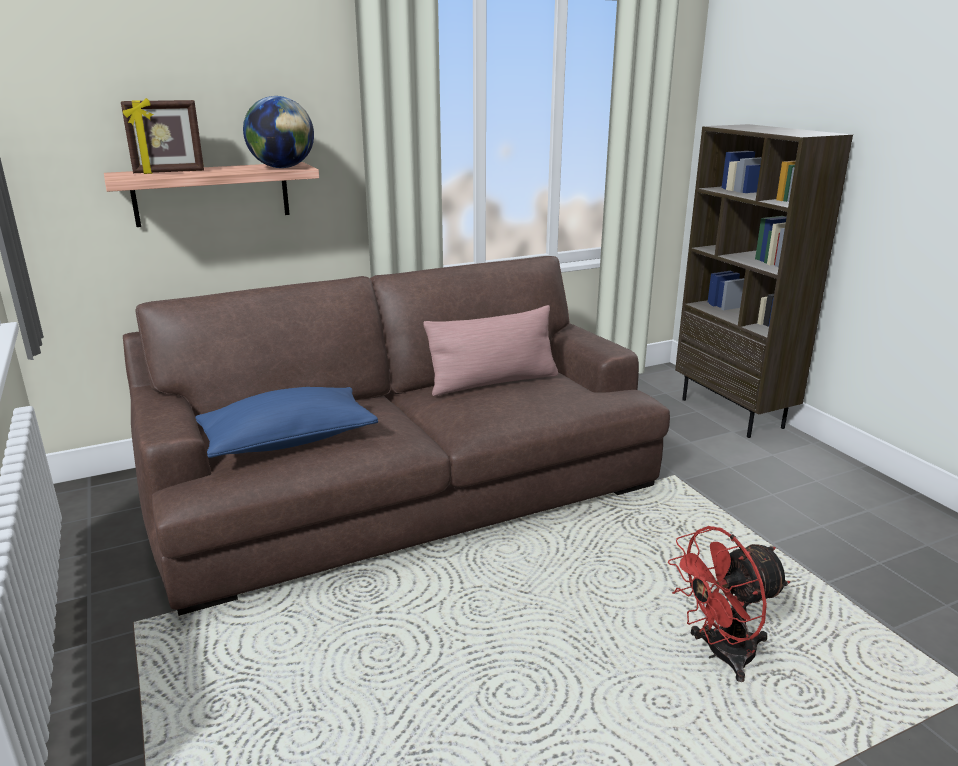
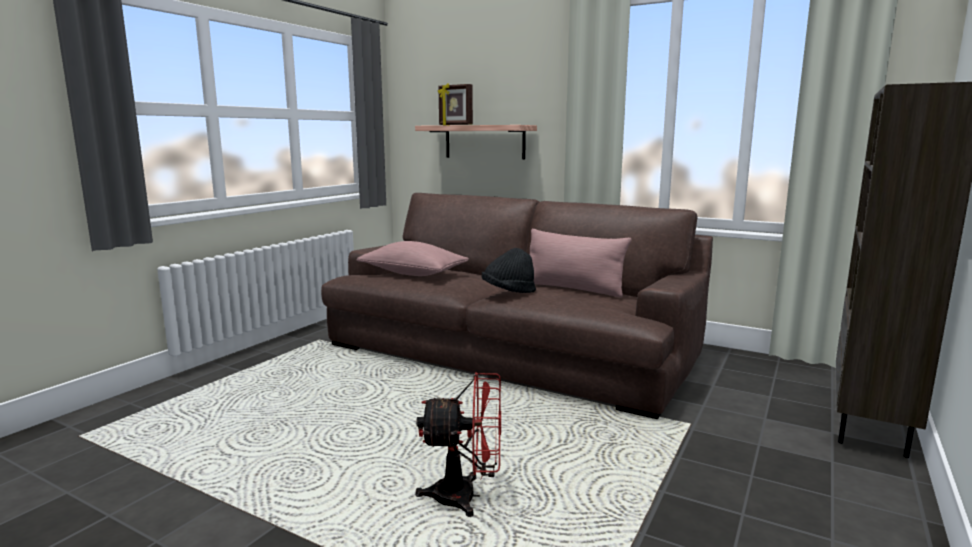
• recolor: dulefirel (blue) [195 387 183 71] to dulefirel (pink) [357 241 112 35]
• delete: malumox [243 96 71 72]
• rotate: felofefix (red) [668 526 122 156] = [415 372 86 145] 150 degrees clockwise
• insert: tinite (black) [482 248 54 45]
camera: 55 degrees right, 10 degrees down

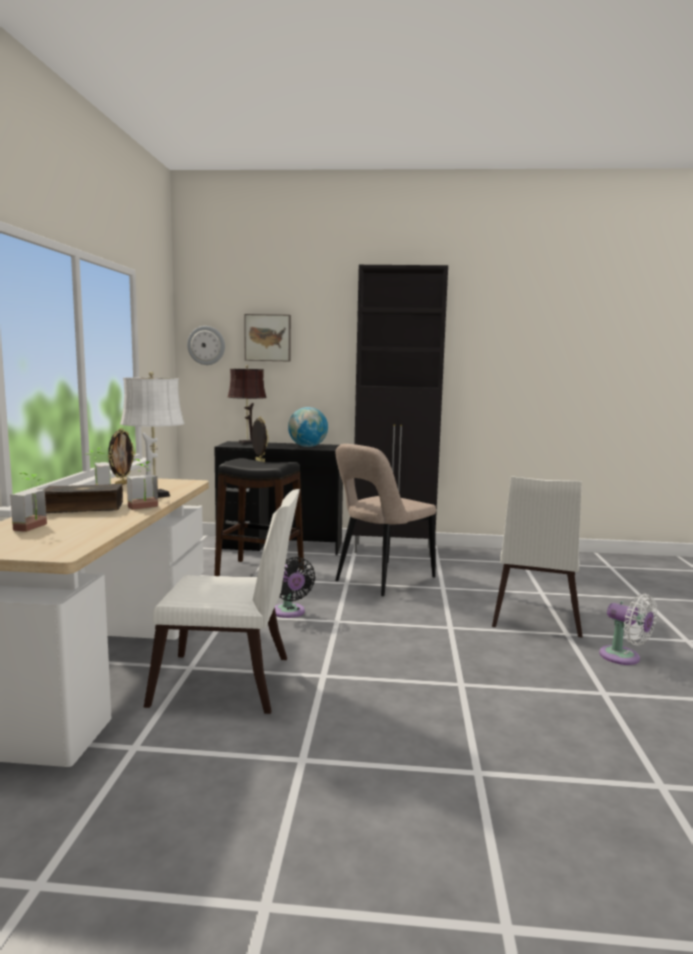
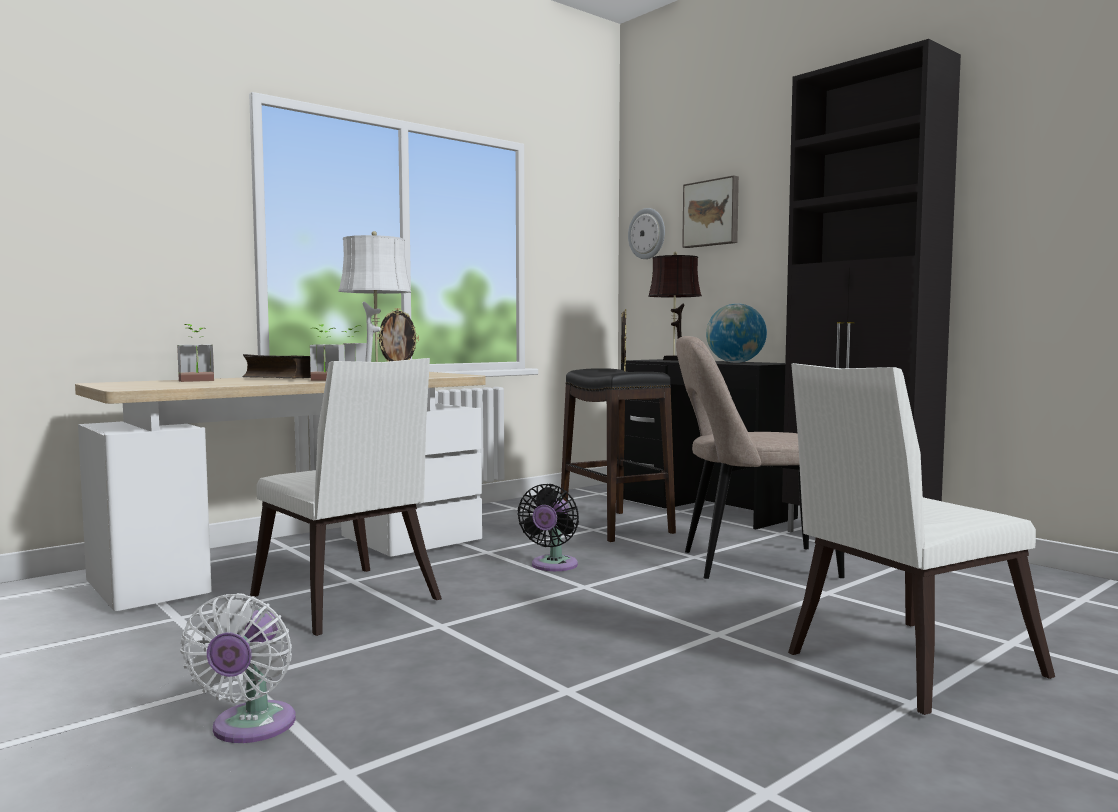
• move: felofefix (white) [599 594 58 71] to [180 593 116 150]
camera: 45 degrees right, 5 degrees down

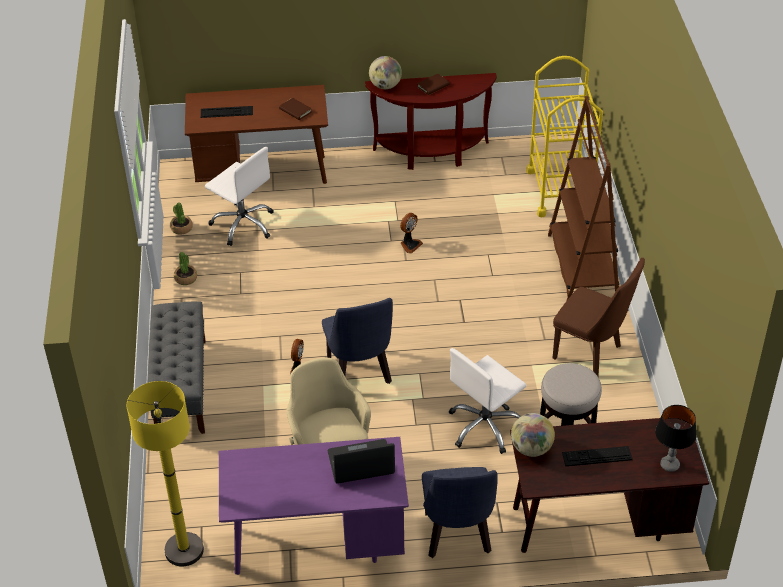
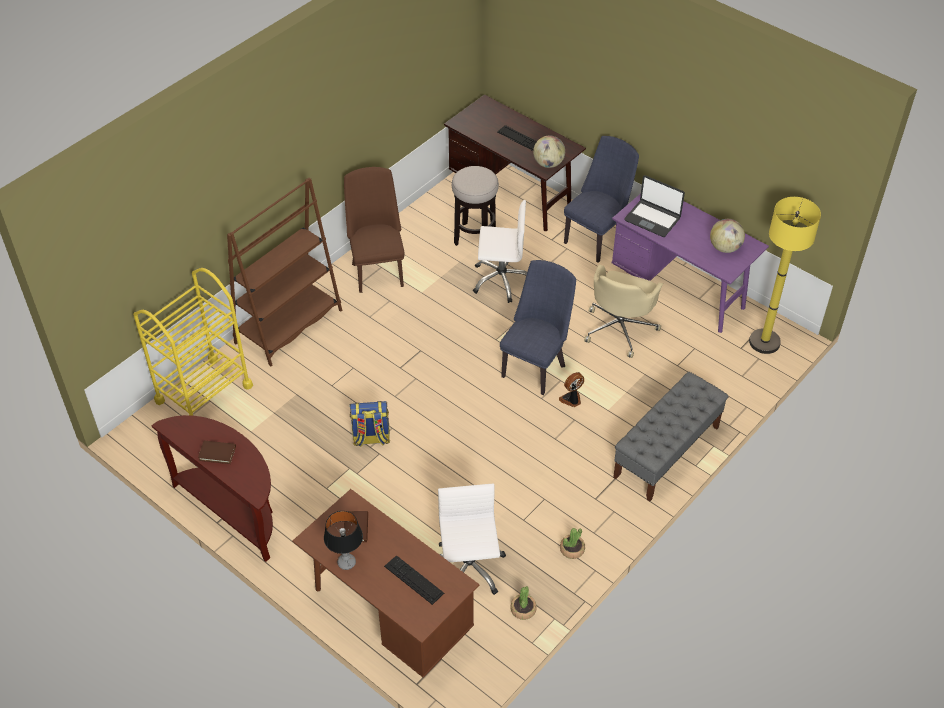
• move: malumox [369 56 33 33] to [710 219 35 34]
• replace: felofefix [400 213 23 41] to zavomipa [350 401 40 46]
• move: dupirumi [655 405 42 67] to [324 511 39 59]
camera: 135 degrees left, 5 degrees up

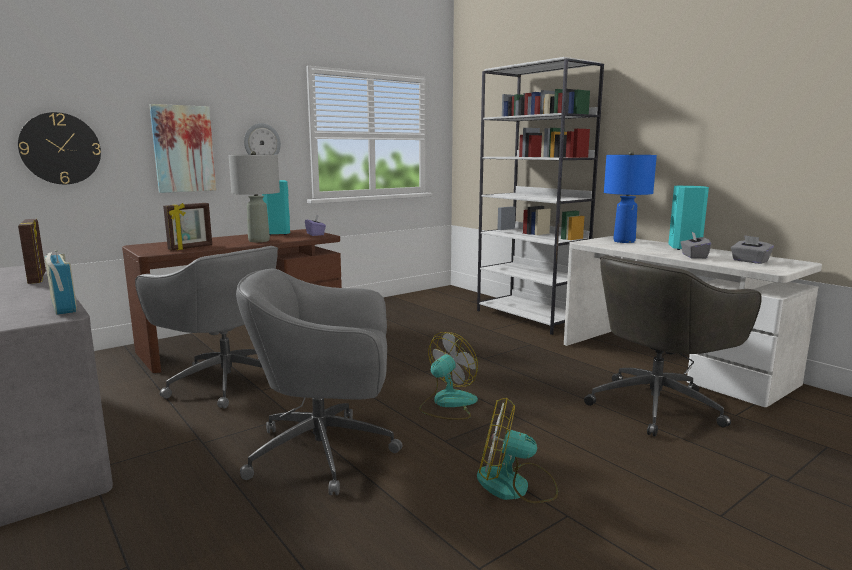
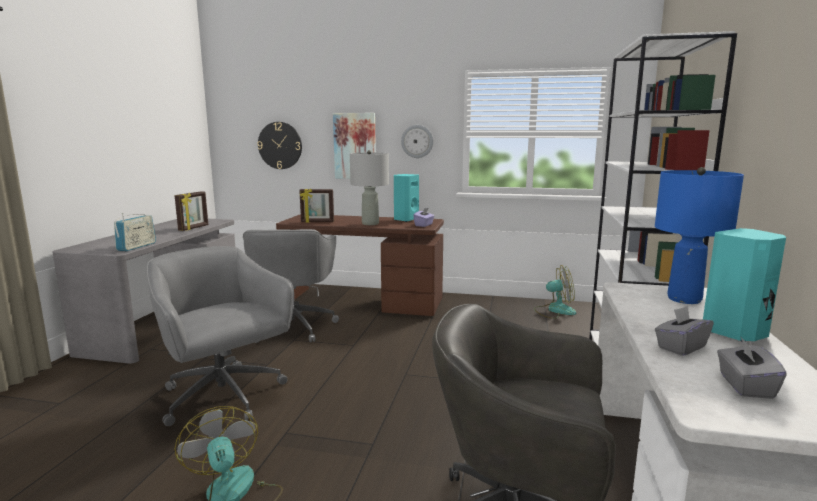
• move: felofefix [419 332 59 88] to [534 265 43 54]
camera: 50 degrees right, 0 degrees up

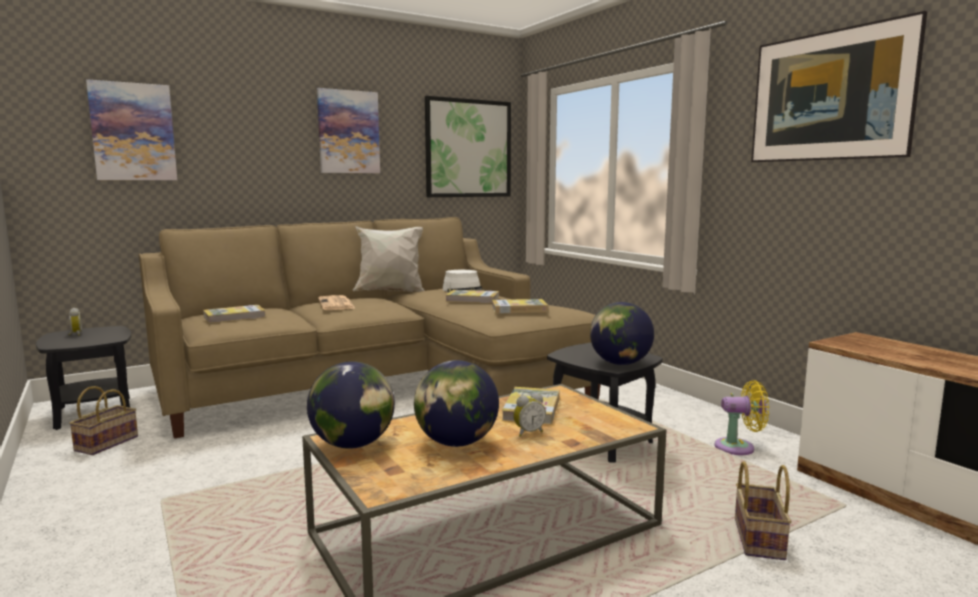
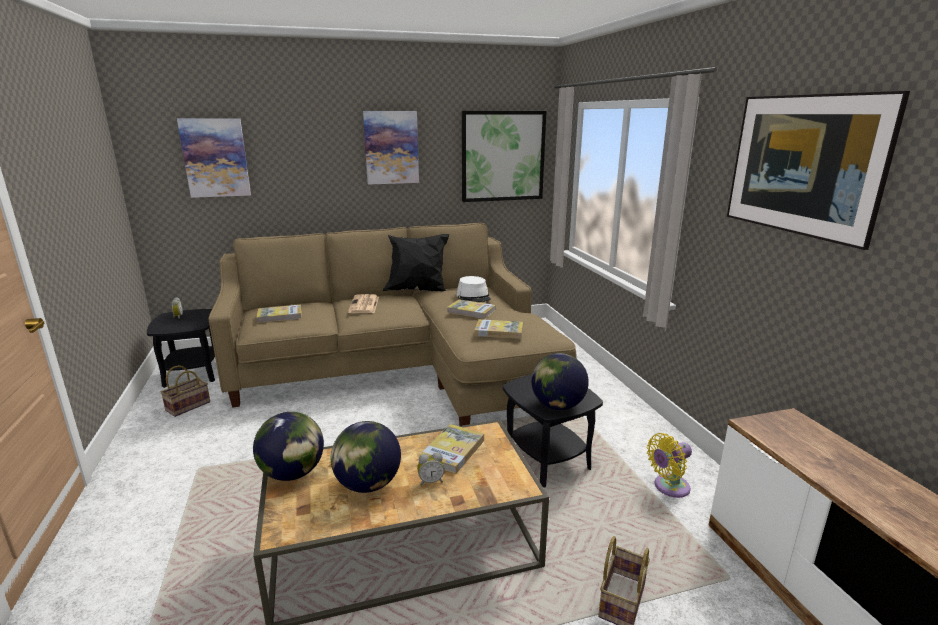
• recolor: dulefirel (white) [353 226 72 66] to dulefirel (black) [383 234 66 57]
• rotate: felofefix (yellow) [715 380 54 75] = [647 433 45 65] 135 degrees clockwise
camera: 15 degrees right, 10 degrees up

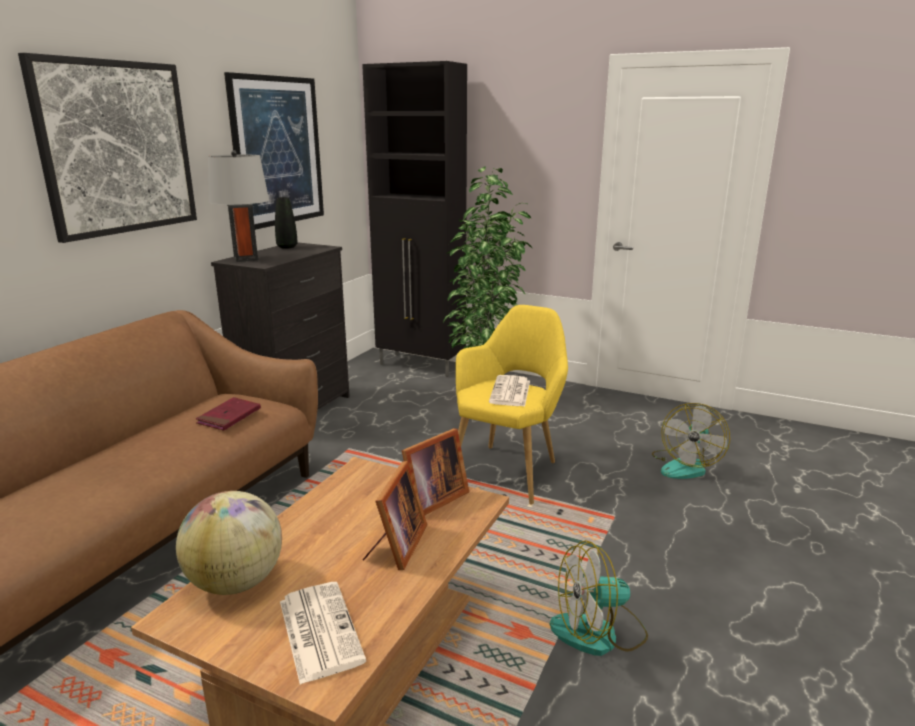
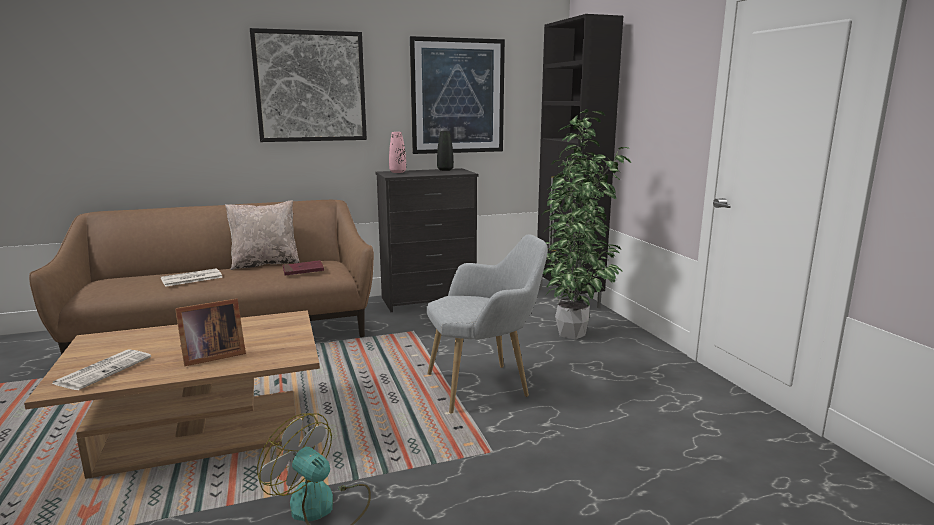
• delete: malumox [176 491 106 104]
• replace: dupirumi (grey) [208 150 61 112] to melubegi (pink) [389 132 17 41]
• delete: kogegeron [402 428 67 87]
• recolor: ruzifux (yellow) [456 305 112 200] to ruzifux (grey) [427 234 121 180]
• move: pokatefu [489 375 41 32] to [161 268 62 19]
• delete: felofefix [652 403 78 76]
• insert: dulefirel (beige) [225 201 75 69]
camera: 45 degrees right, 5 degrees down

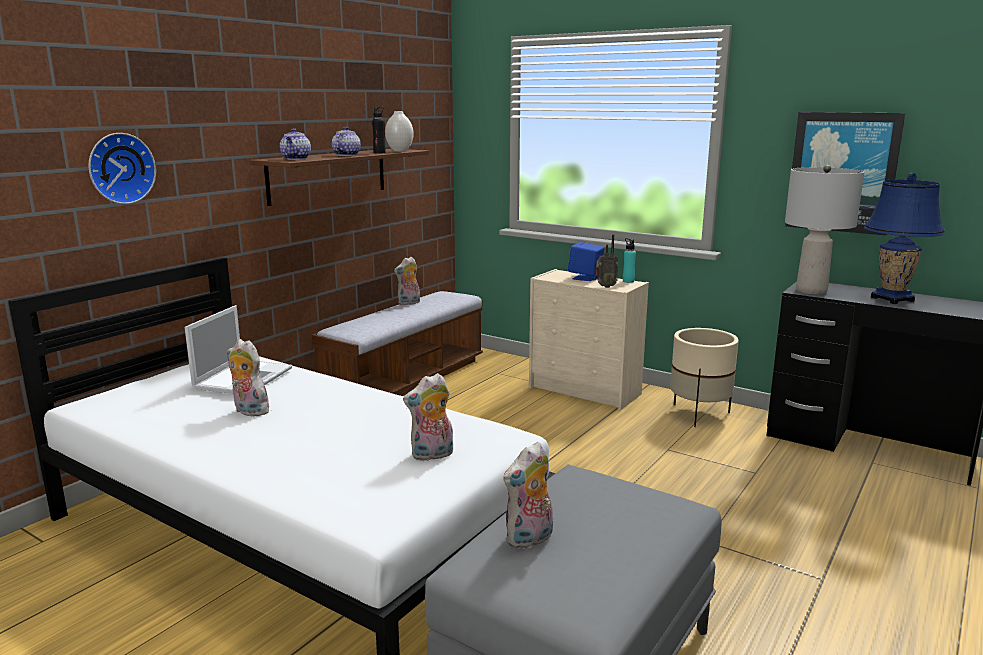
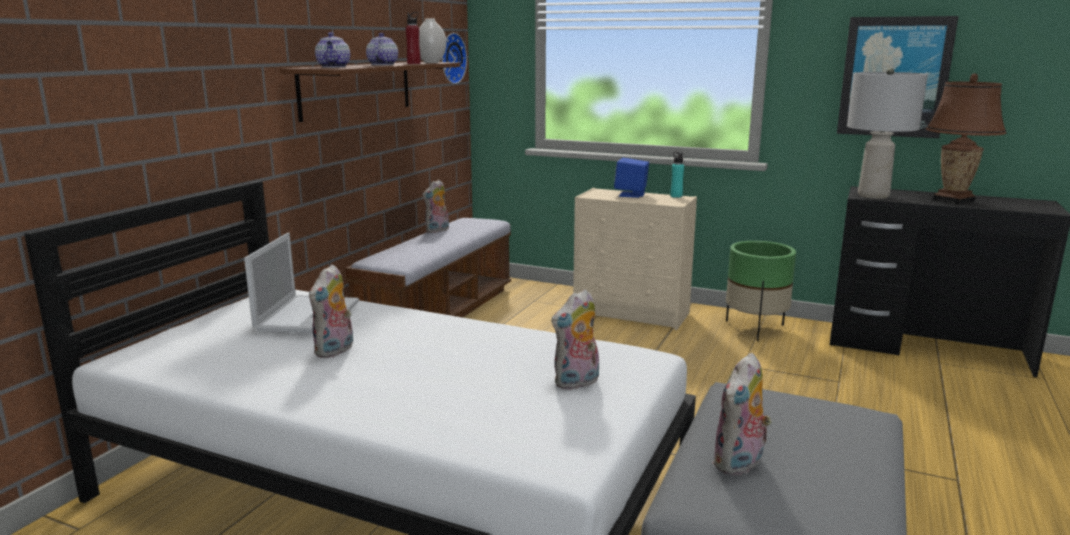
• move: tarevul [88 133 68 71] to [442 33 25 51]
• rotate: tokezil [227 339 42 77] = [309 264 44 94] 90 degrees counterclockwise
• recolor: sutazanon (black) [372 107 14 47] to sutazanon (red) [406 12 15 52]
• delete: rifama [596 234 22 54]
• recolor: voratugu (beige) [670 328 69 99] to voratugu (green) [726 241 70 100]
• recolor: dupirumi (blue) [864 173 81 131] to dupirumi (brown) [926 74 80 130]
camera: 10 degrees left, 0 degrees up

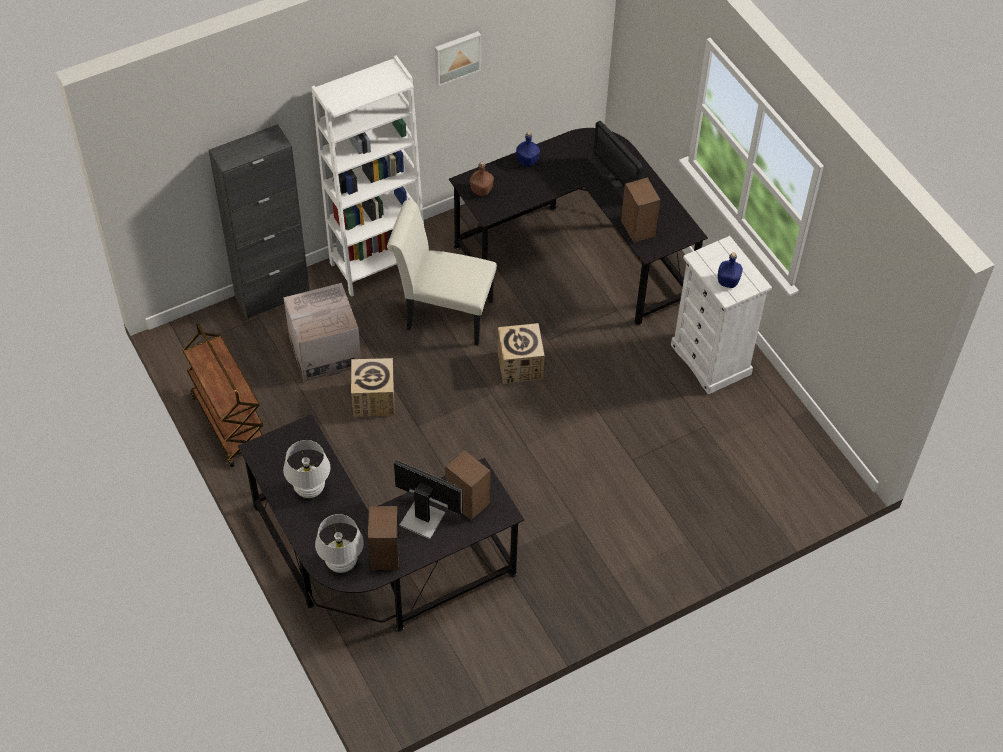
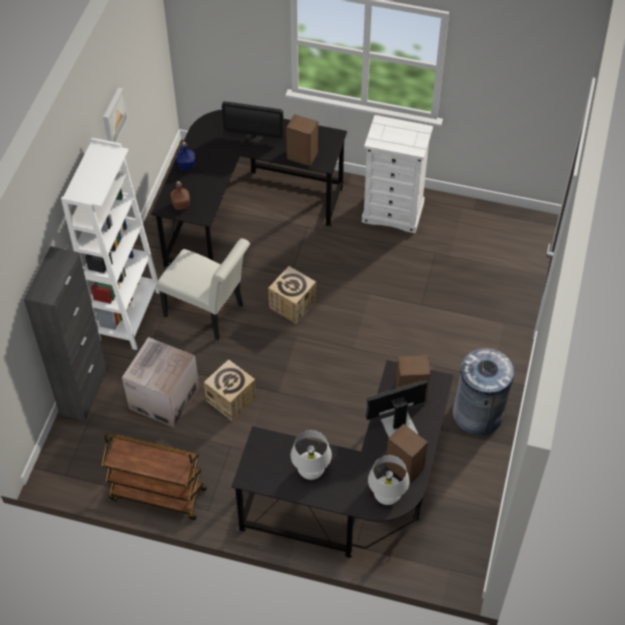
• rotate: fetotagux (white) [387 200 110 146] = [157 239 93 101] 120 degrees counterclockwise
• delete: sutazanon (blue) [718 253 25 35]
• insert: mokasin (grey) [453 348 61 87]
camera: 45 degrees left, 0 degrees up

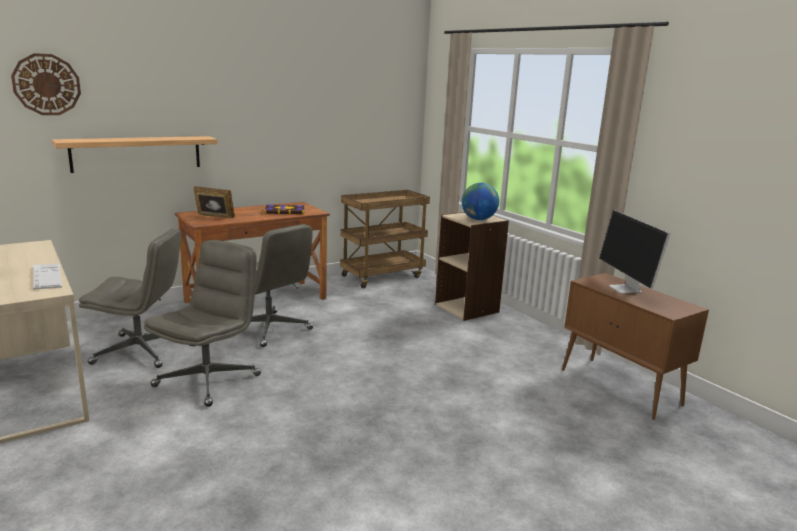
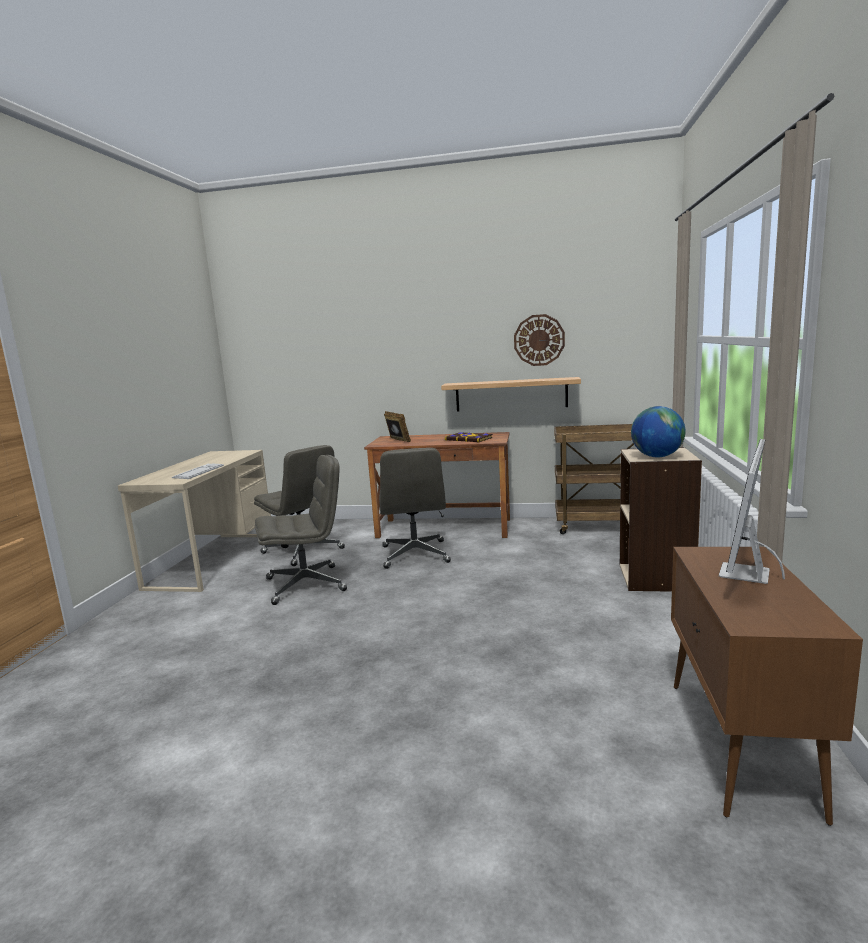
• move: tarevul [11 53 70 62] to [514 314 51 52]
• move: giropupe [52 136 166 37] to [441 377 140 35]
camera: 45 degrees right, 5 degrees down

